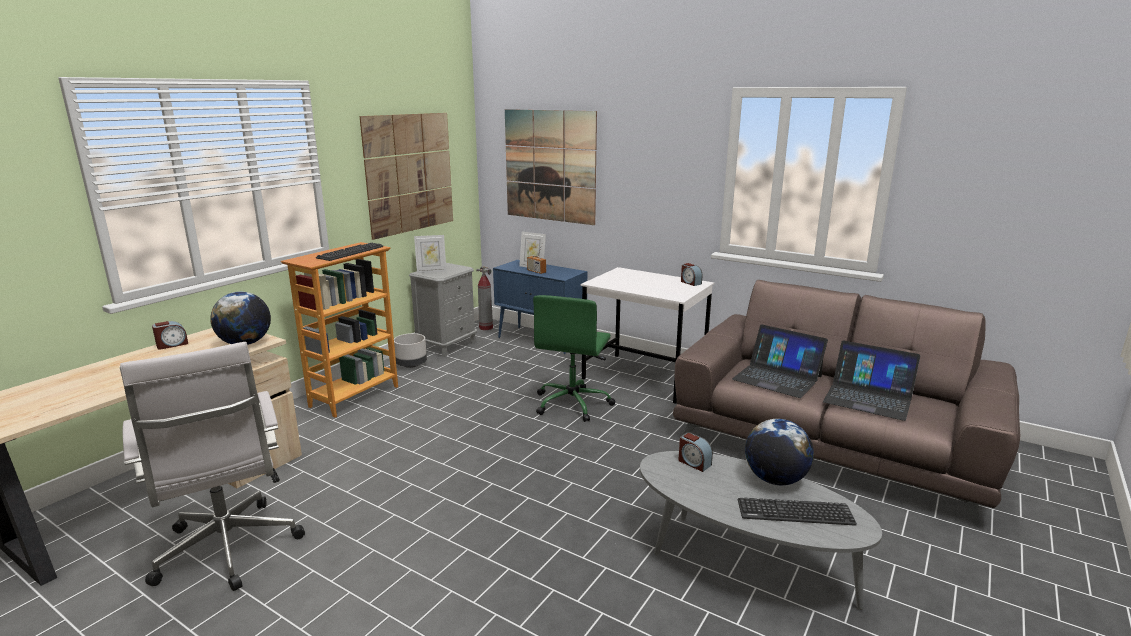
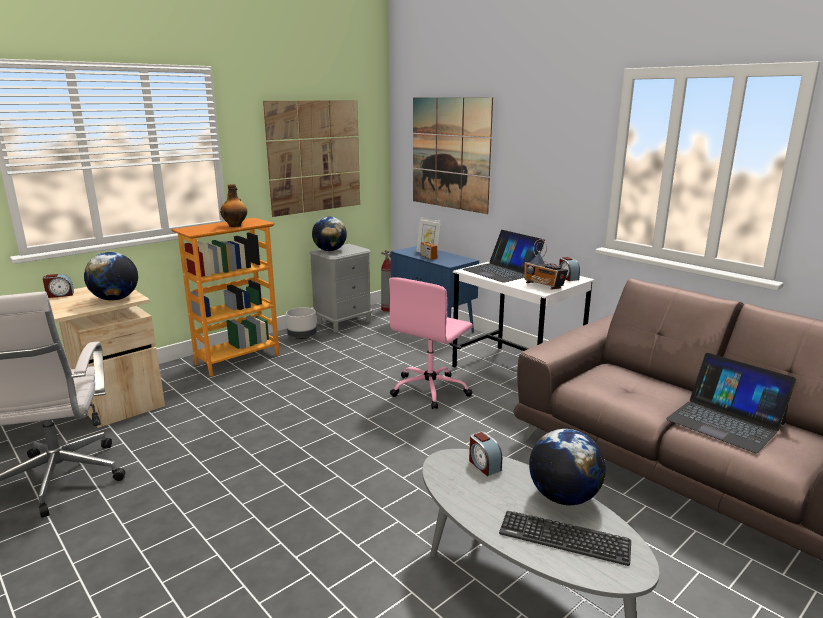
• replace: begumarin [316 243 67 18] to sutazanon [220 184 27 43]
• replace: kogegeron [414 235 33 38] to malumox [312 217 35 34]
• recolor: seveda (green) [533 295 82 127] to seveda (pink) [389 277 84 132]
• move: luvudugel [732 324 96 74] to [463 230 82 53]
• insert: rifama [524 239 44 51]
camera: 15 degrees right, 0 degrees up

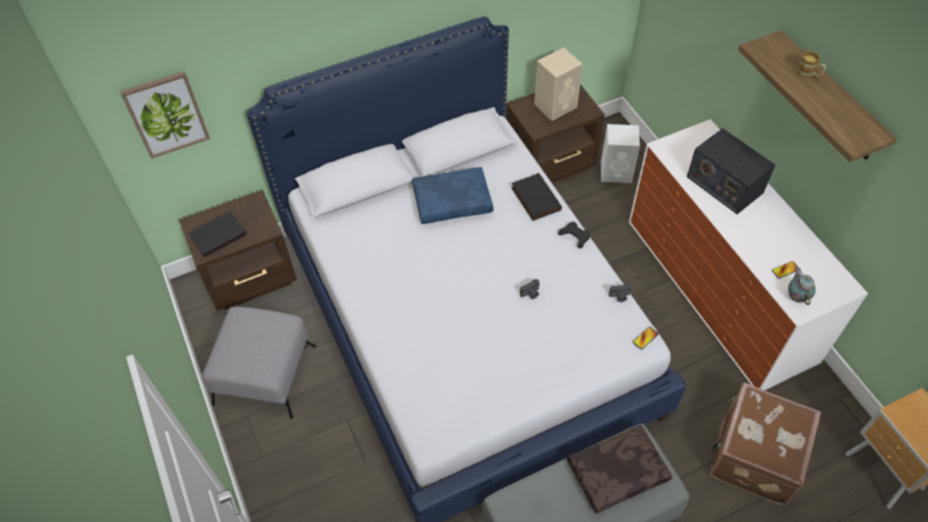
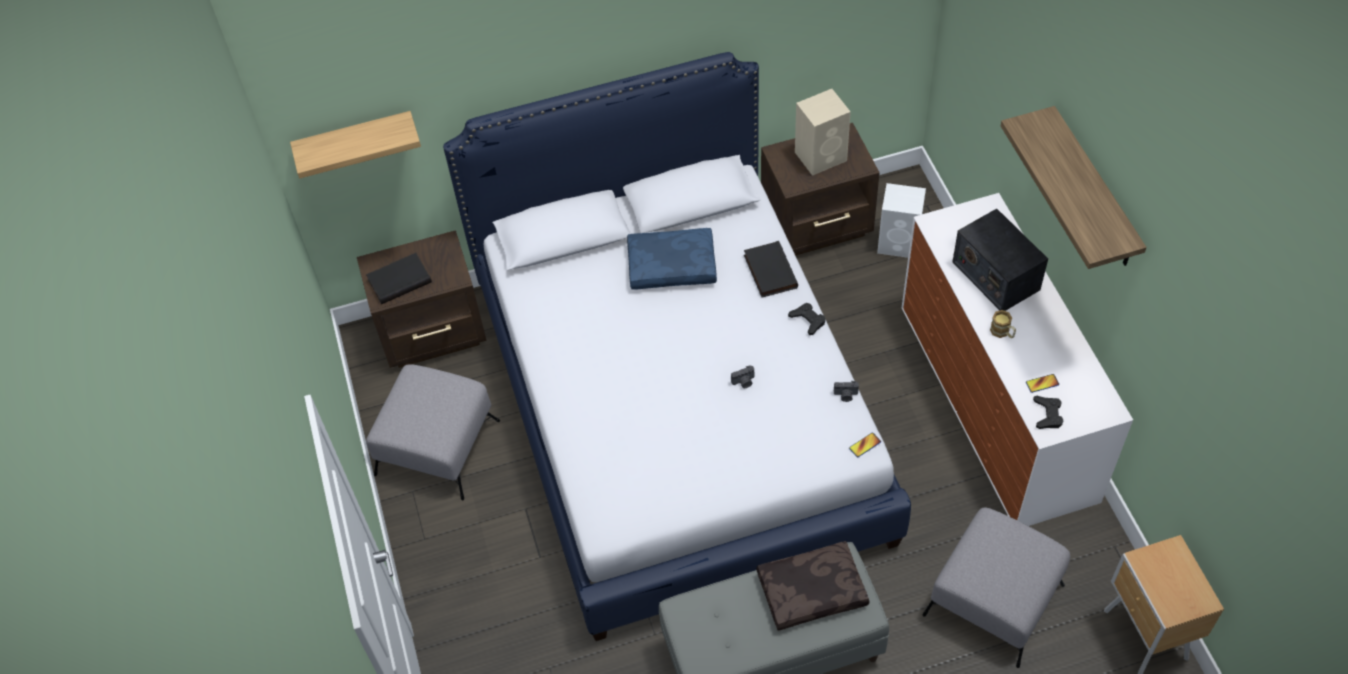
• replace: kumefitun [120 71 90 88] to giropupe [290 111 131 68]
• replace: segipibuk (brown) [710 383 111 122] to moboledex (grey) [923 507 147 161]
• replace: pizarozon [788 267 28 38] to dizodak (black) [1033 396 30 33]
• move: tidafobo [796 51 30 28] to [990 310 26 28]
camera: 10 degrees right, 0 degrees up

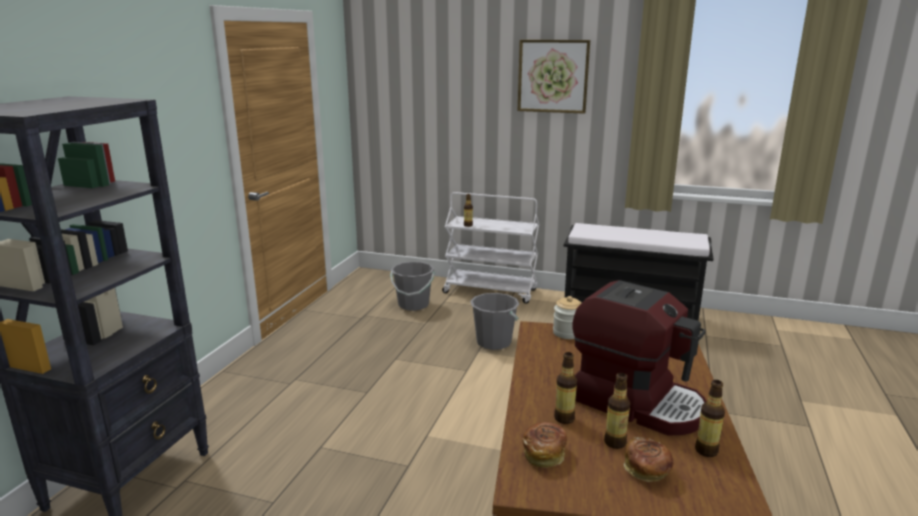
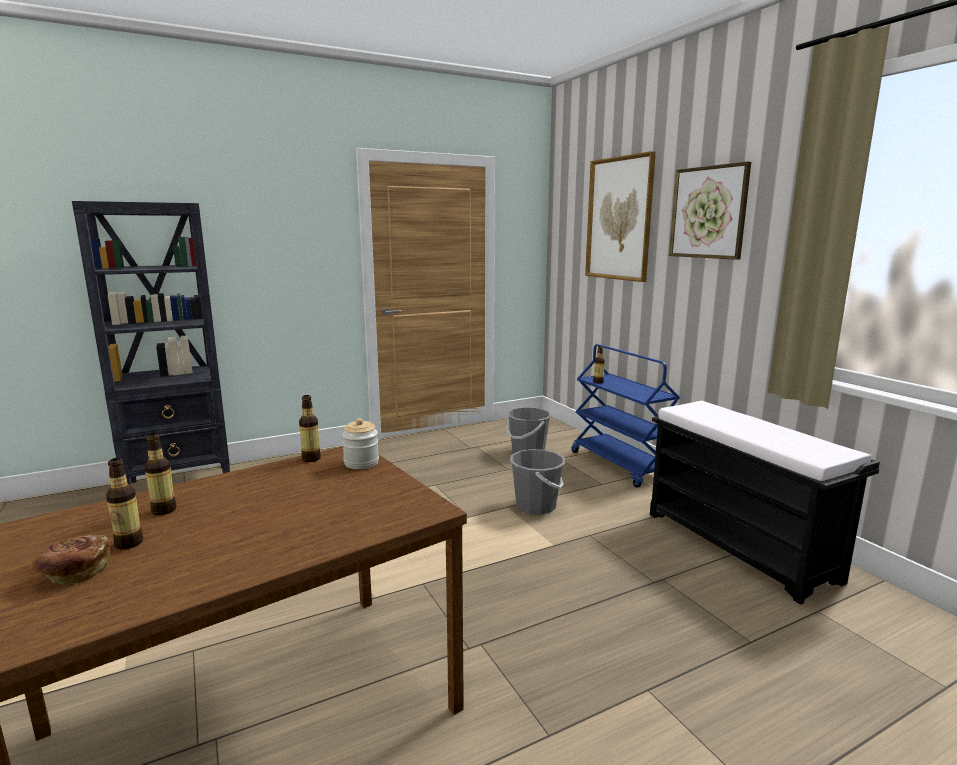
• recolor: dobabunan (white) [442 192 97 112] to dobabunan (blue) [572 344 108 144]
• delete: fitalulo [522 422 45 46]
• delete: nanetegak [572 280 134 155]
• move: sutazanon [695 380 30 77] to [299 395 22 67]
• insert: kumefitun [585 151 71 131]
camera: 45 degrees right, 5 degrees down

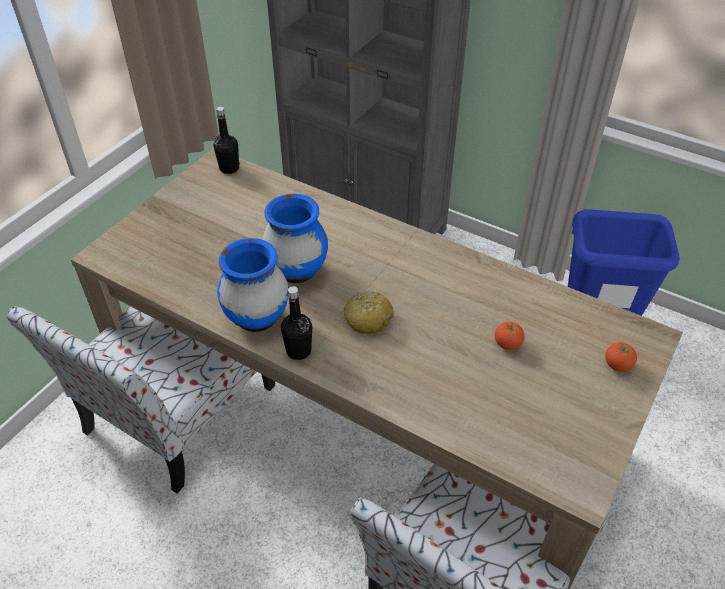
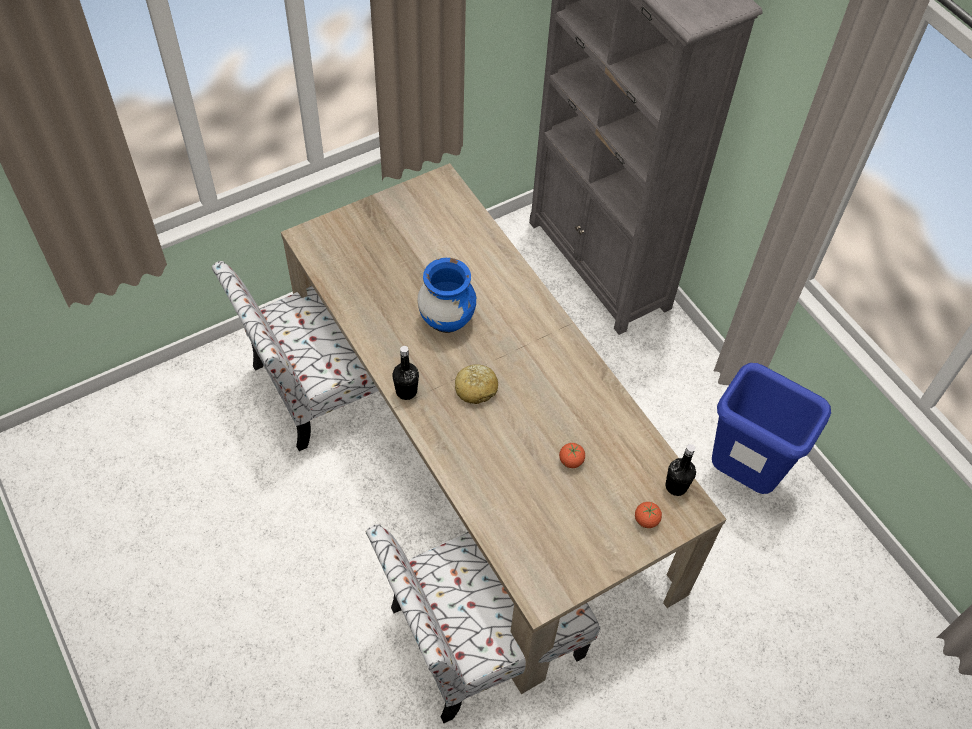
• move: sutazanon (black) [213 107 27 67] to [666 444 30 52]
• delete: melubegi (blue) [217 238 71 94]
camera: 25 degrees right, 10 degrees up

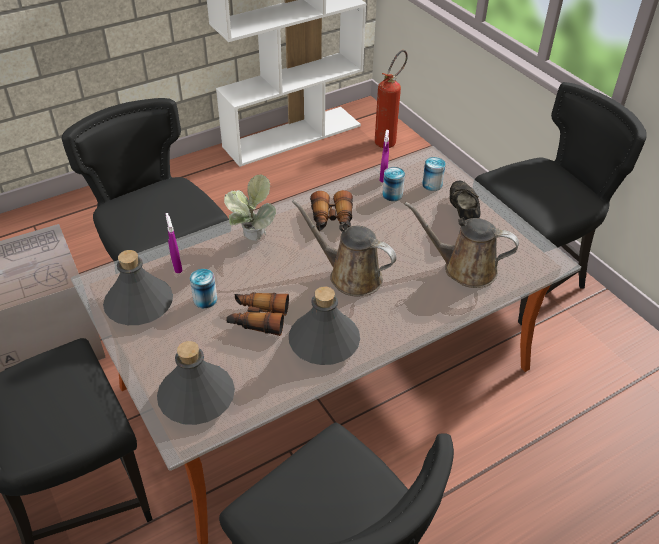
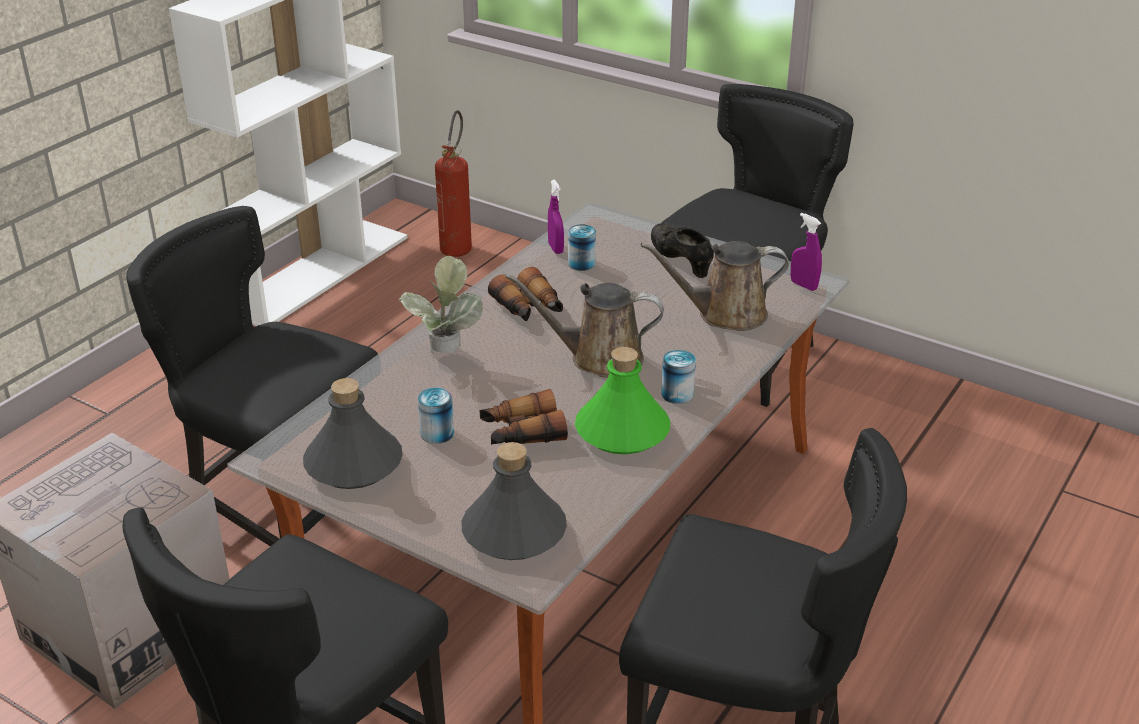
• move: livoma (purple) [166 213 17 60] to [791 213 31 78]
• recolor: sutazanon (grey) [289 286 71 79] to sutazanon (green) [575 347 95 107]
• move: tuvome [422 157 23 34] to [661 350 35 54]
camera: 25 degrees left, 10 degrees down

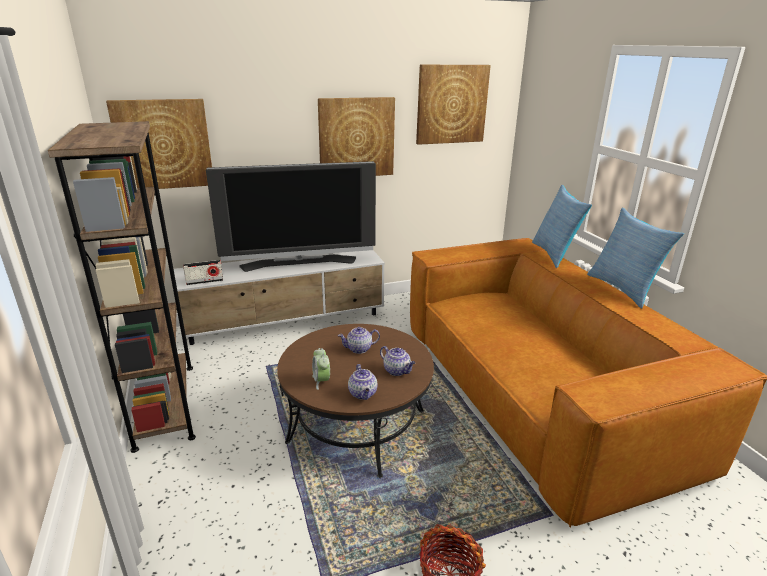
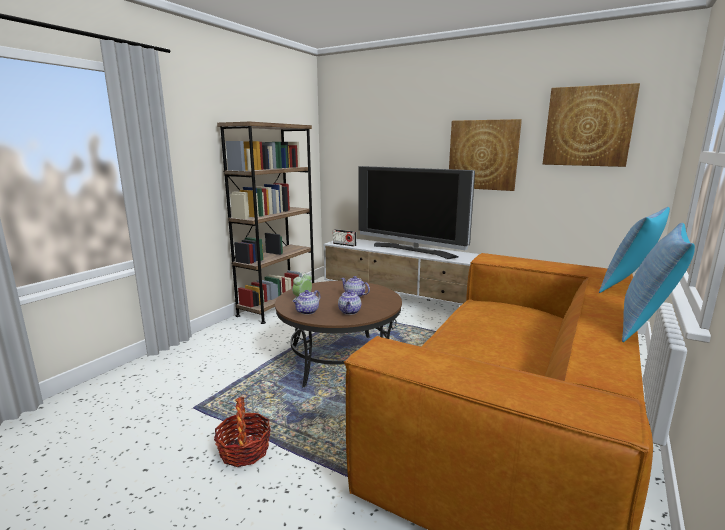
• delete: kumefitun [106 99 106 90]
camera: 50 degrees right, 10 degrees down

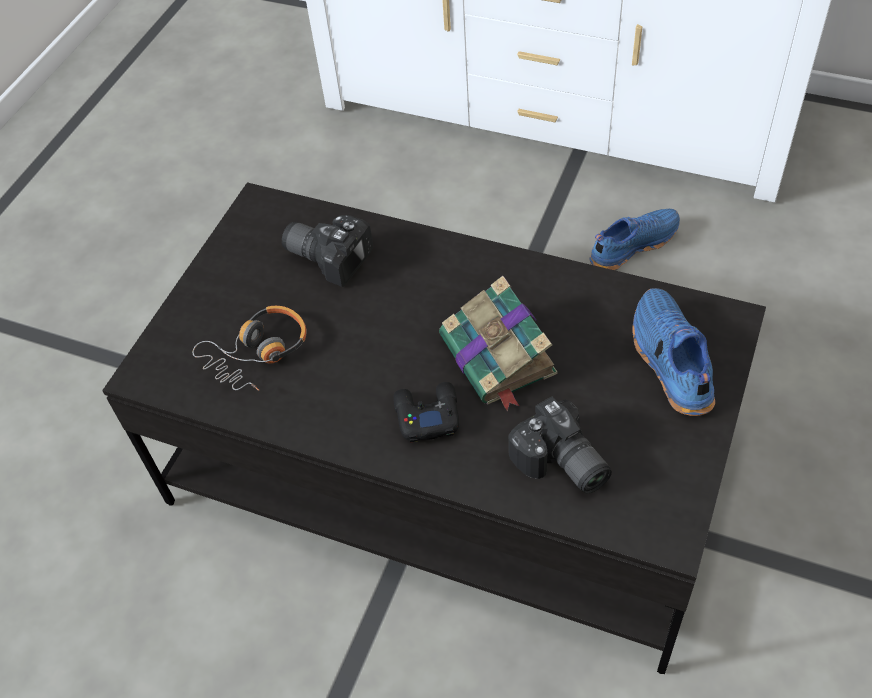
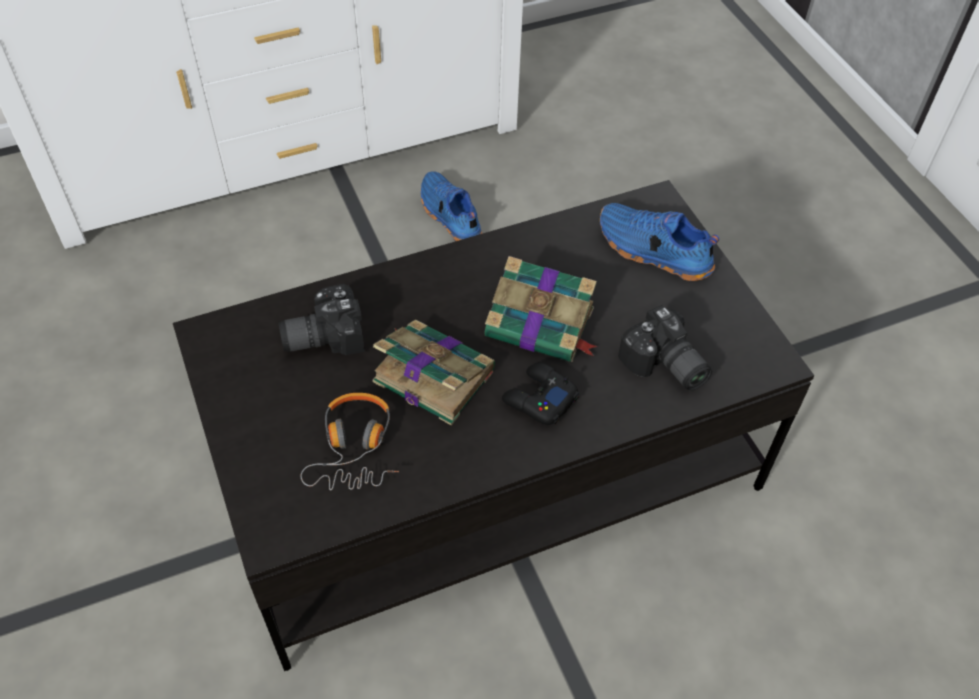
• rotate: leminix [508 396 104 98] = [618 304 94 87] 45 degrees clockwise
• rotate: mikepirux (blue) [589 209 91 61] = [421 171 61 70] 45 degrees counterclockwise
• insert: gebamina [372 320 123 105]
camera: 50 degrees left, 0 degrees up

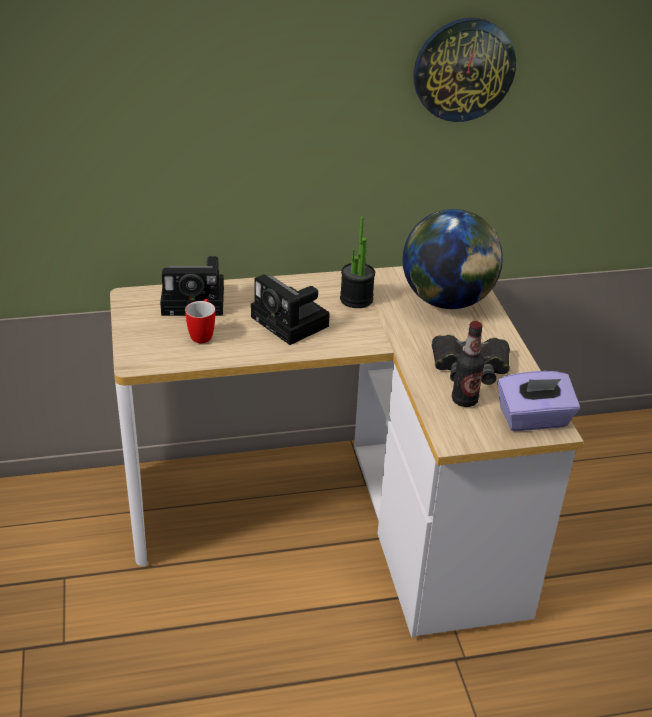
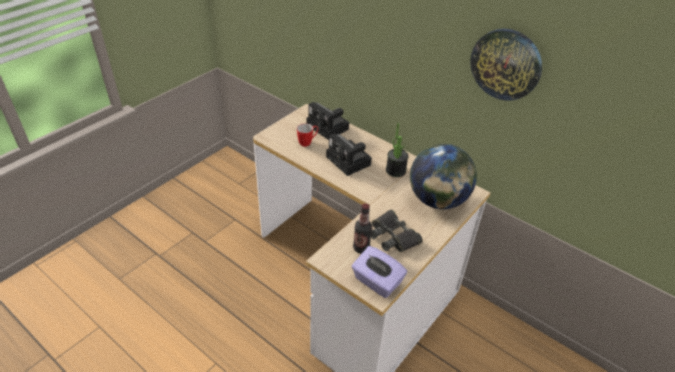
• rotate: leminix [251 274 79 71] = [326 133 46 43] 45 degrees counterclockwise
camera: 50 degrees right, 5 degrees up

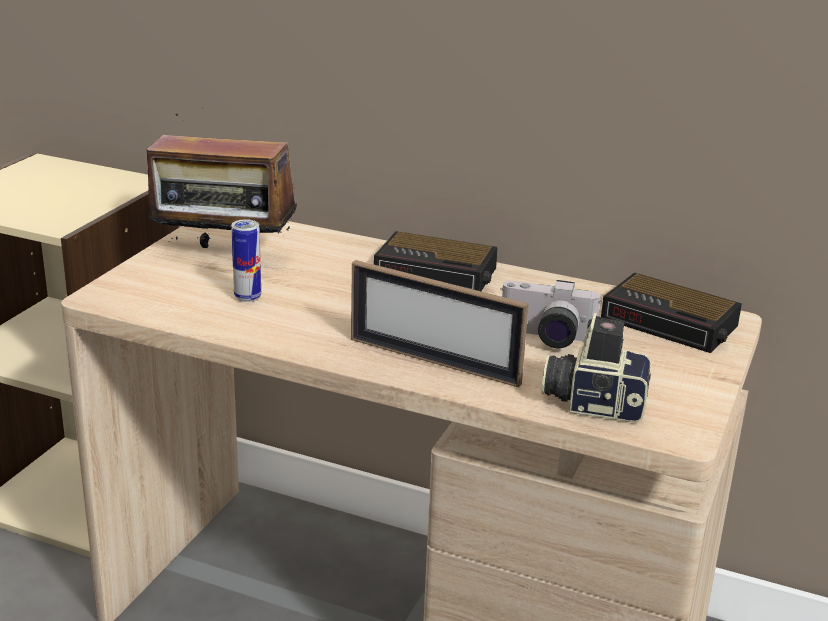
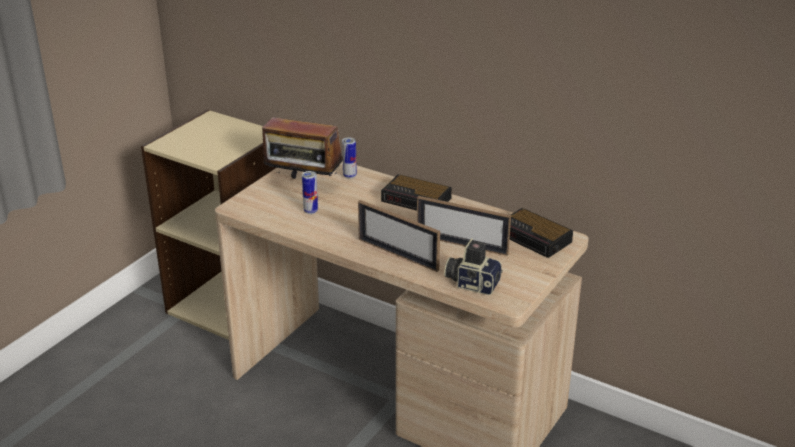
• replace: leminix [500 280 102 68] to kogegeron [417 196 94 60]
• insert: tuvome [342 138 15 41]
camera: 10 degrees right, 5 degrees up

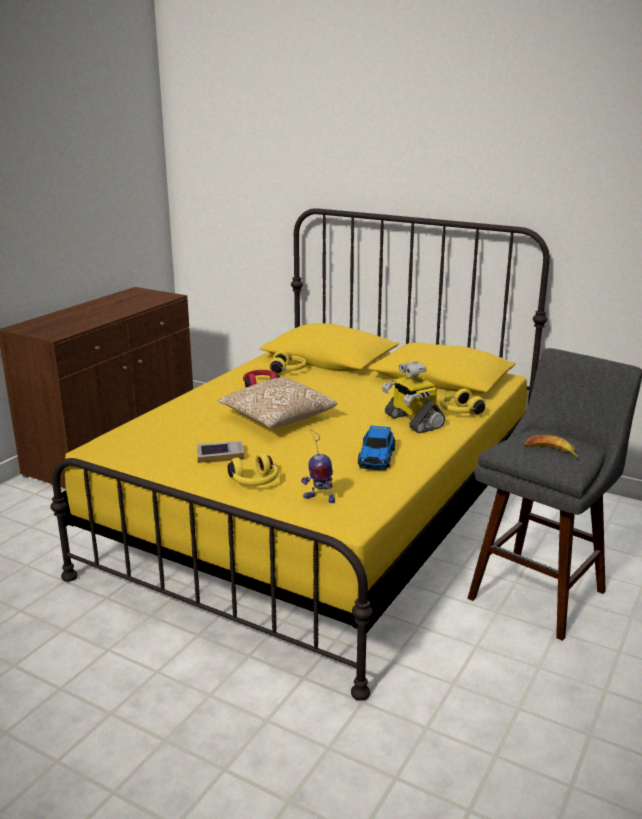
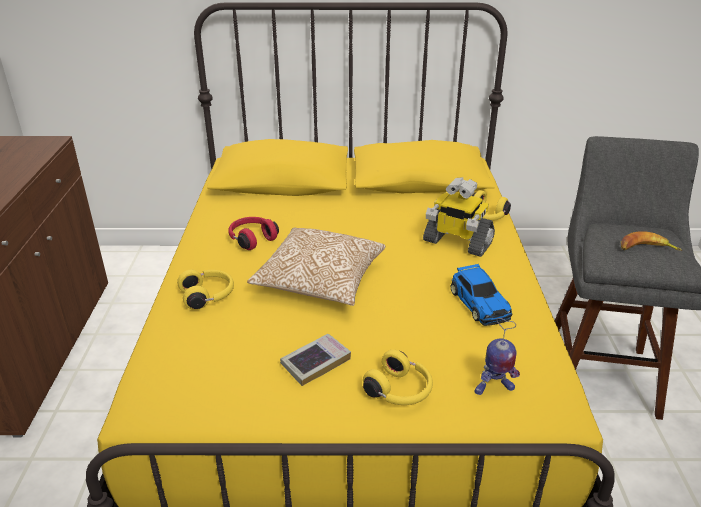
• move: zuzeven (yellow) [269 351 38 23] to [177 270 57 40]
camera: 30 degrees left, 10 degrees up

